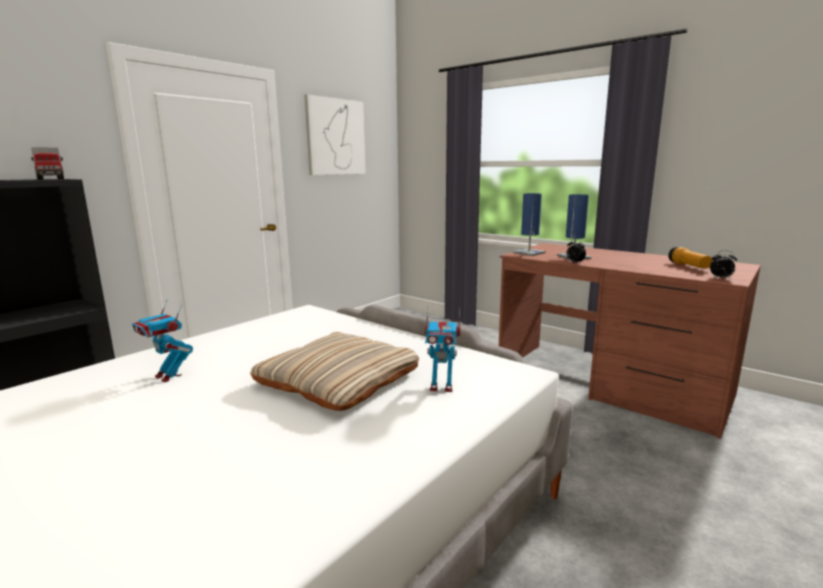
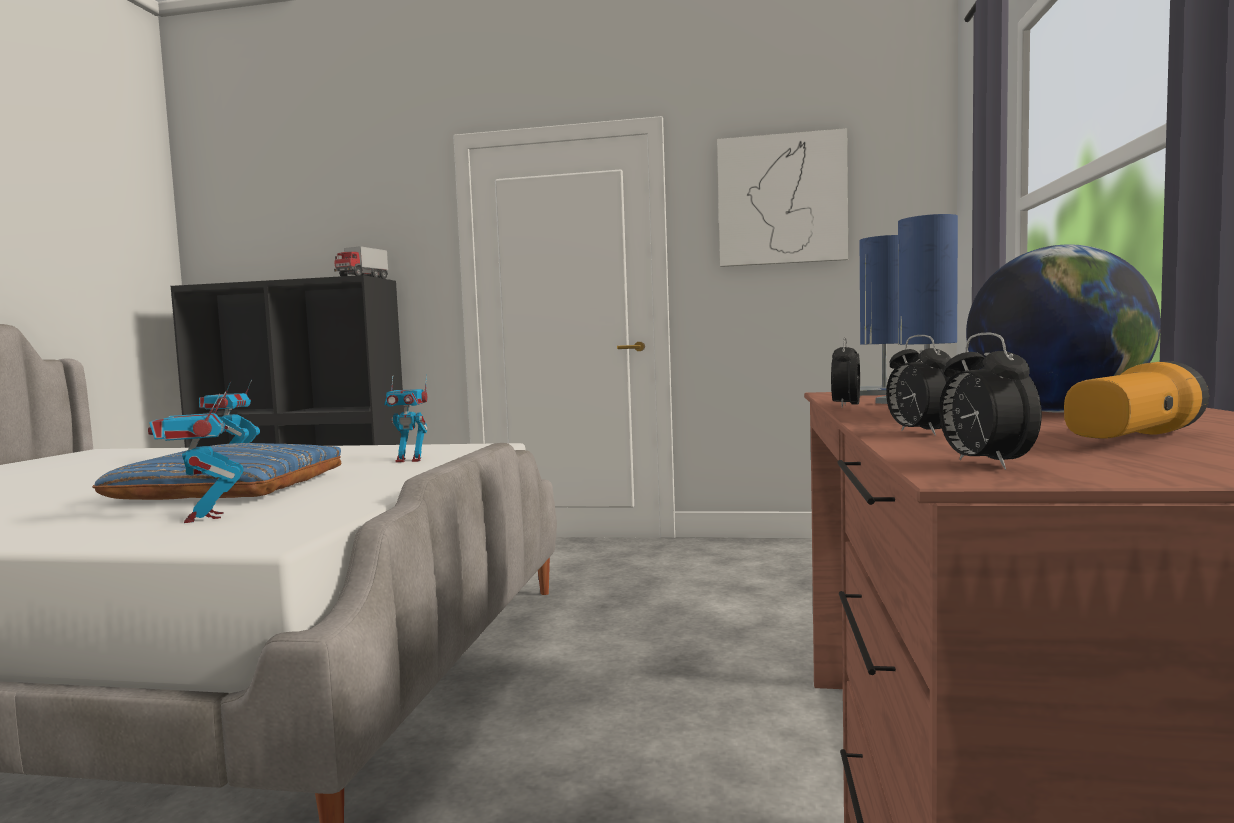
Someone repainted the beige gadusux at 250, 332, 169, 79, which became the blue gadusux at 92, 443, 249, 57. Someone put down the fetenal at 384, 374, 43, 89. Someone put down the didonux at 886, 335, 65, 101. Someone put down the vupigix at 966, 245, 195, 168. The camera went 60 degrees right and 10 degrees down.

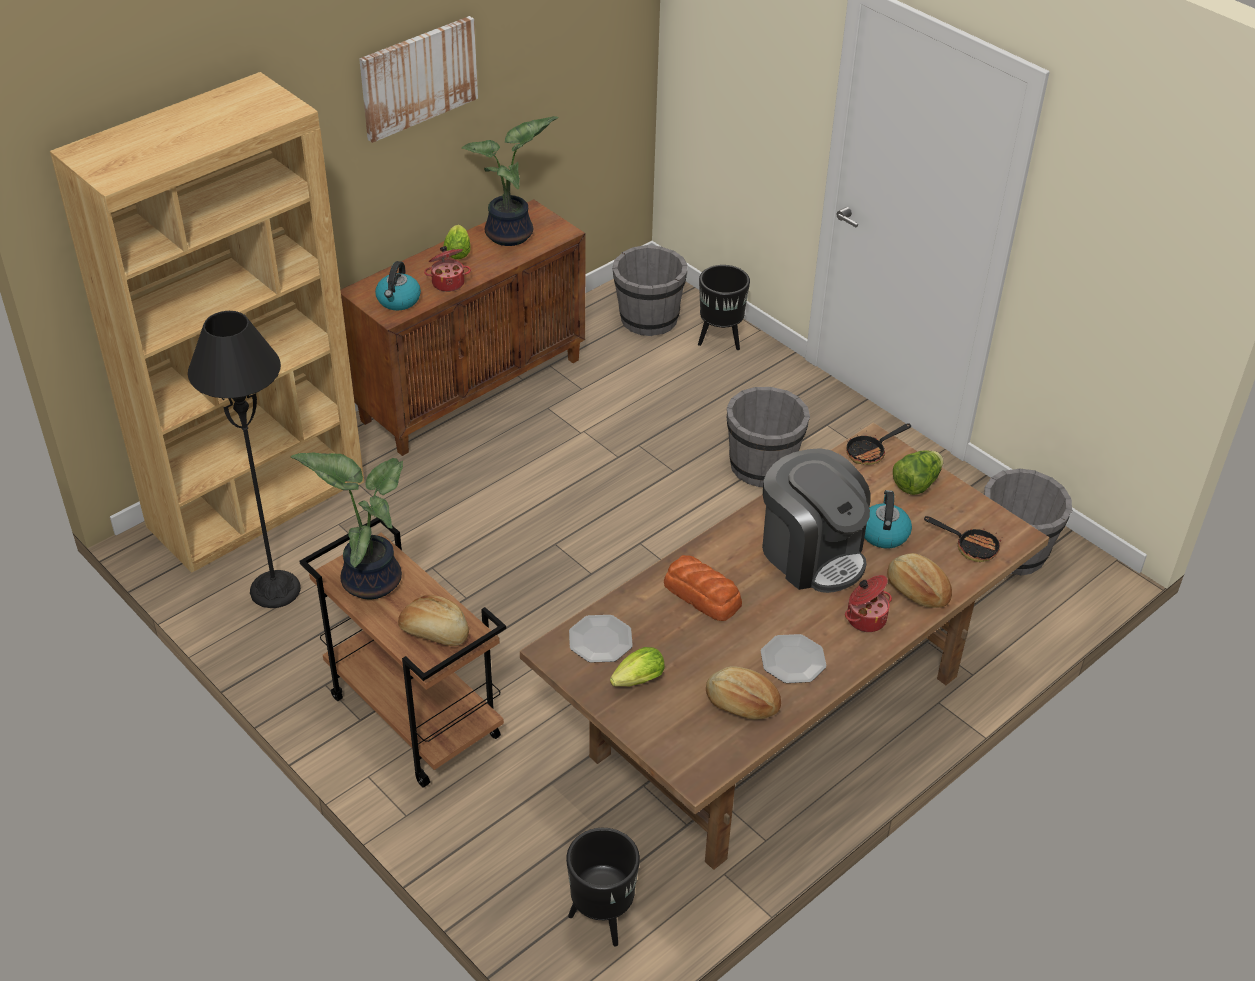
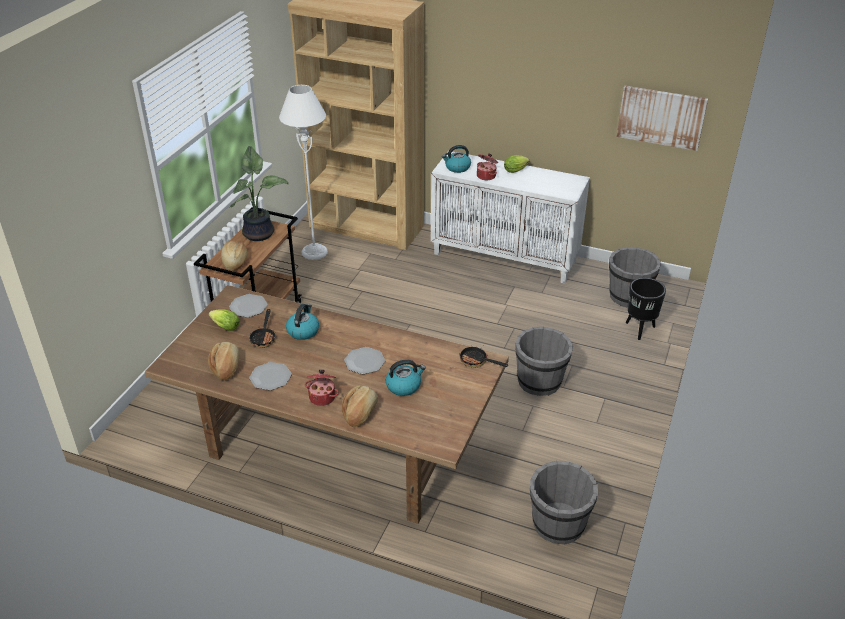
Someone repainted the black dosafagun at 188, 311, 113, 297, which became the white dosafagun at 279, 85, 49, 175. Someone repainted the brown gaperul at 341, 199, 244, 257, which became the white gaperul at 431, 151, 159, 133. Someone carried the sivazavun from 359, 16, 119, 127 to 617, 86, 91, 65. Someone took away the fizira at 462, 116, 97, 130. Someone took away the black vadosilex at 566, 828, 74, 119. Someone swapped the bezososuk at 664, 555, 78, 66 for the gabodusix at 286, 304, 33, 36. Someone swapped the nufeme at 762, 448, 109, 145 for the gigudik at 344, 347, 41, 27. Someone took away the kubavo at 893, 450, 50, 45. Someone carried the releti from 924, 516, 77, 46 to 249, 309, 27, 39. The camera went 65 degrees right and 5 degrees down.

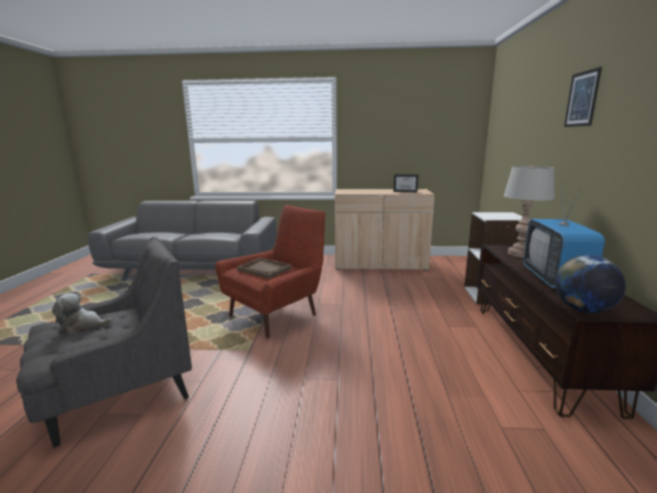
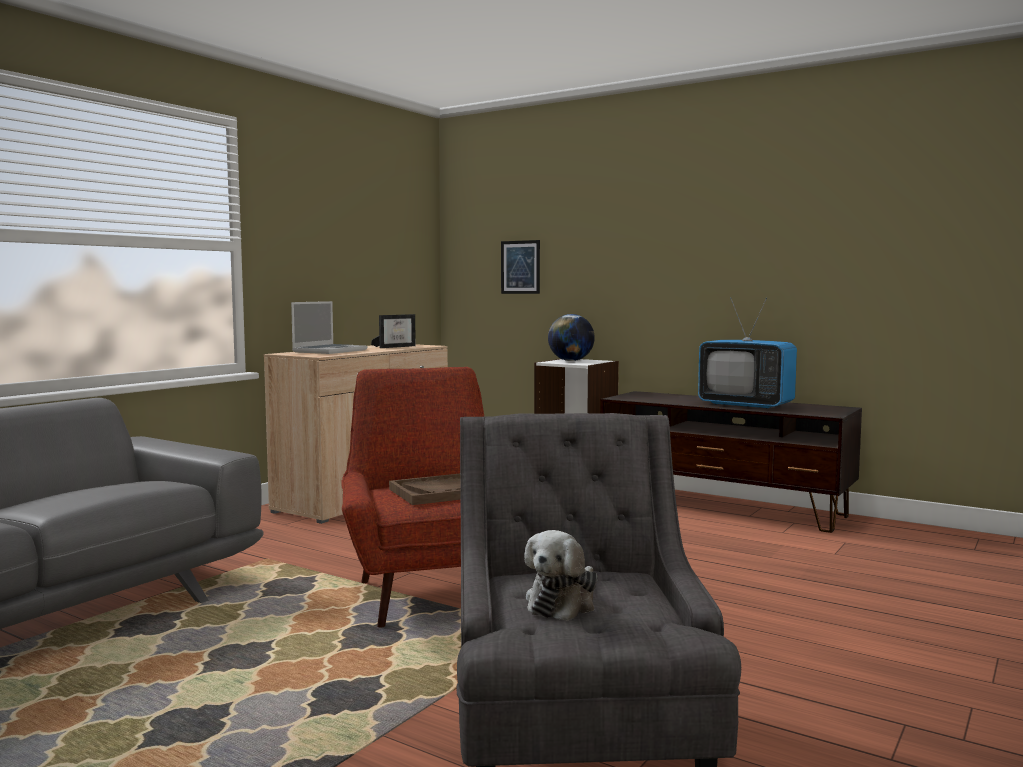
Someone took away the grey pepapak at 504, 166, 51, 92. Someone carried the vupigix from 555, 255, 71, 58 to 548, 314, 47, 47. Someone carried the sivazavun from 564, 67, 38, 60 to 501, 240, 39, 54. Someone put down the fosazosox at 291, 301, 76, 53. The camera went 60 degrees left and 10 degrees down.

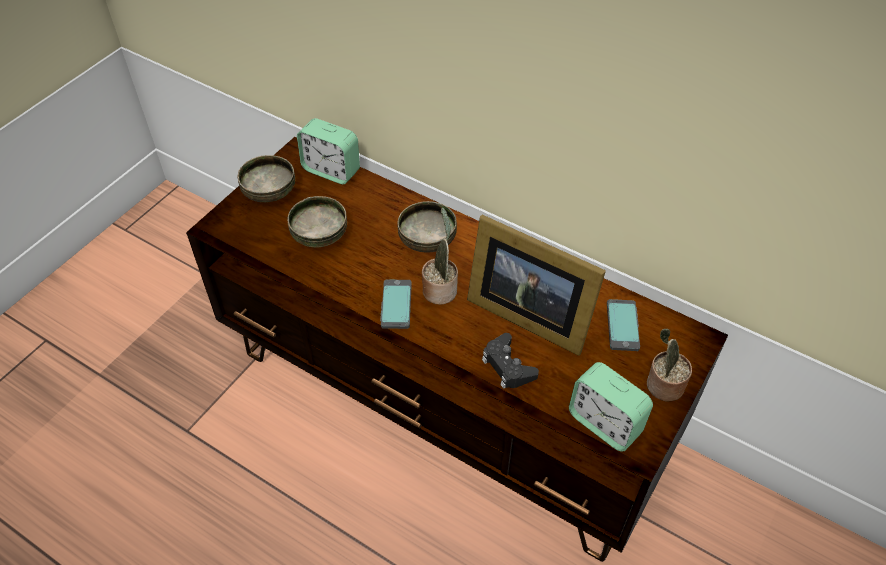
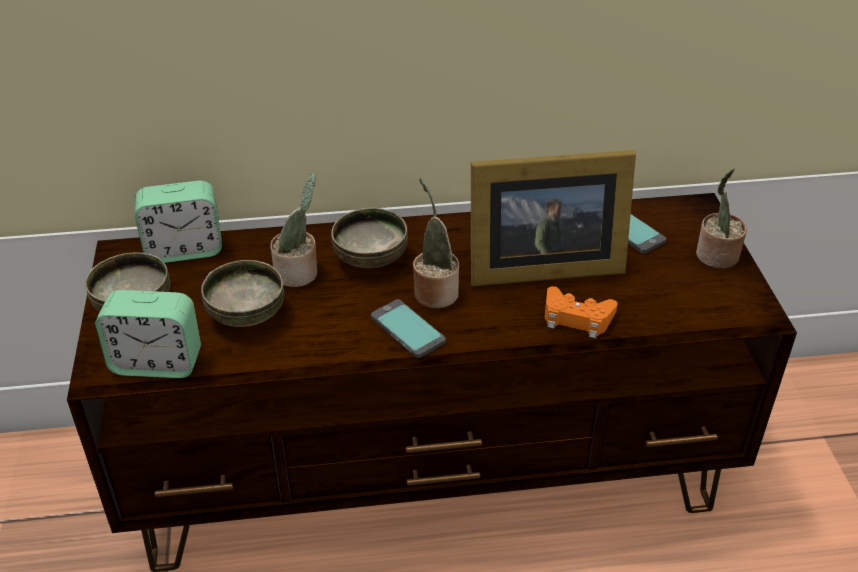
Someone repainted the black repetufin at 482, 333, 57, 56, which became the orange repetufin at 545, 286, 72, 52. Someone carried the didonux from 569, 362, 84, 90 to 95, 290, 106, 88. Someone put down the fizira at 270, 172, 47, 115. The camera went 40 degrees left and 10 degrees down.

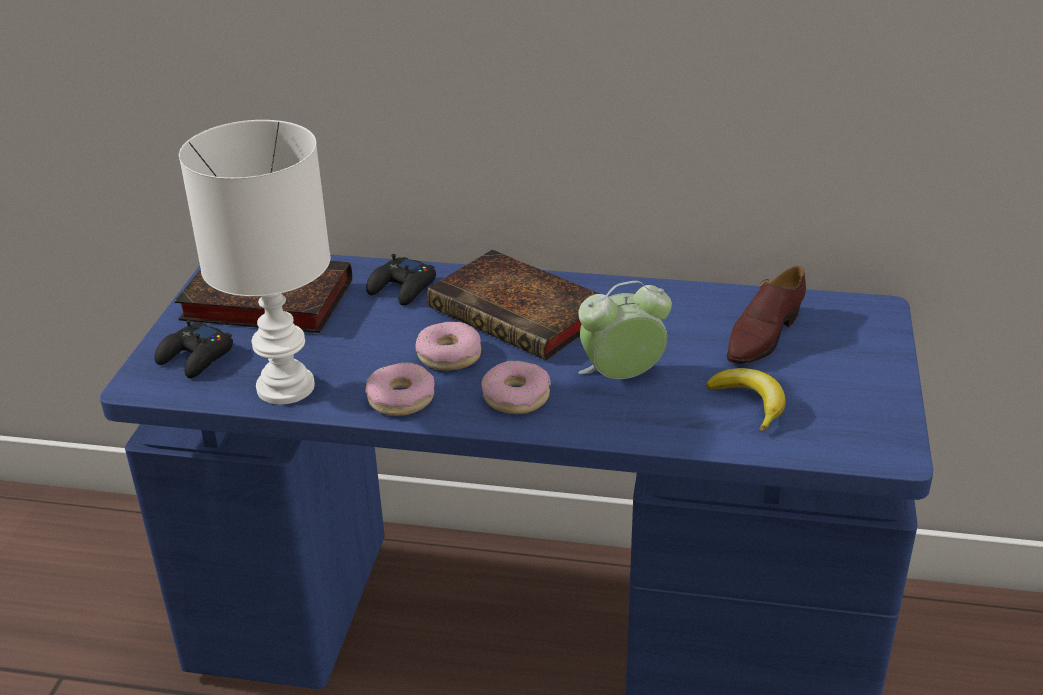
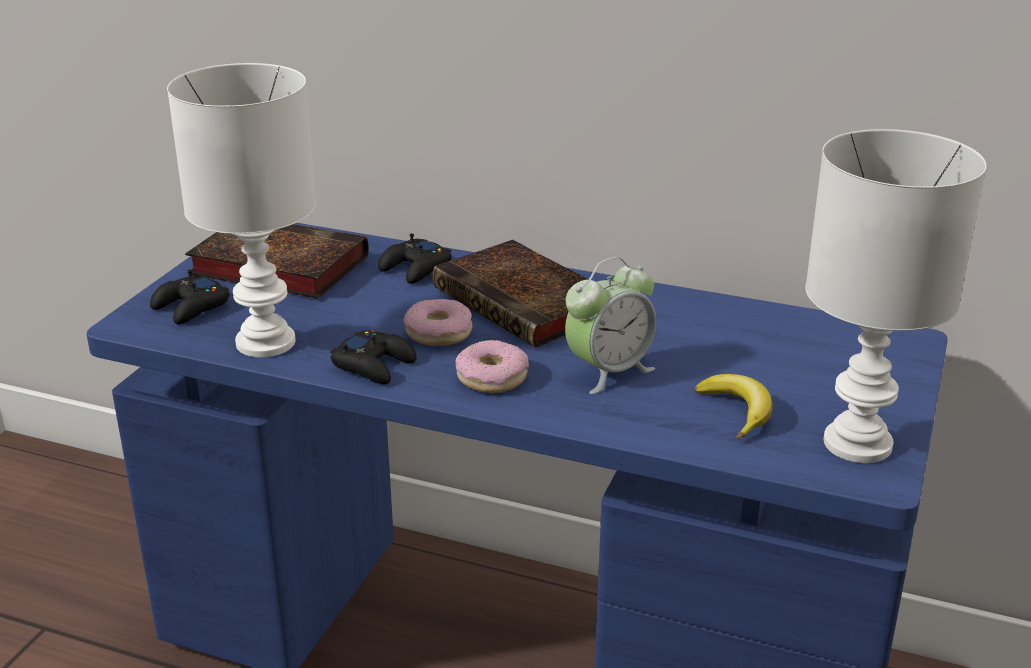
Someone swapped the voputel at 365, 362, 70, 53 for the black repetufin at 330, 330, 87, 54. Someone rotated the didonux at 578, 281, 94, 98 by 150 degrees clockwise. Someone took away the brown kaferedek at 727, 266, 79, 98. Someone put down the white pepapak at 805, 129, 182, 334. The camera went 10 degrees right and 5 degrees down.

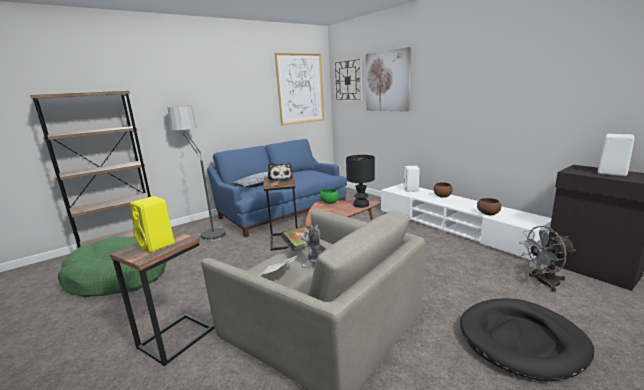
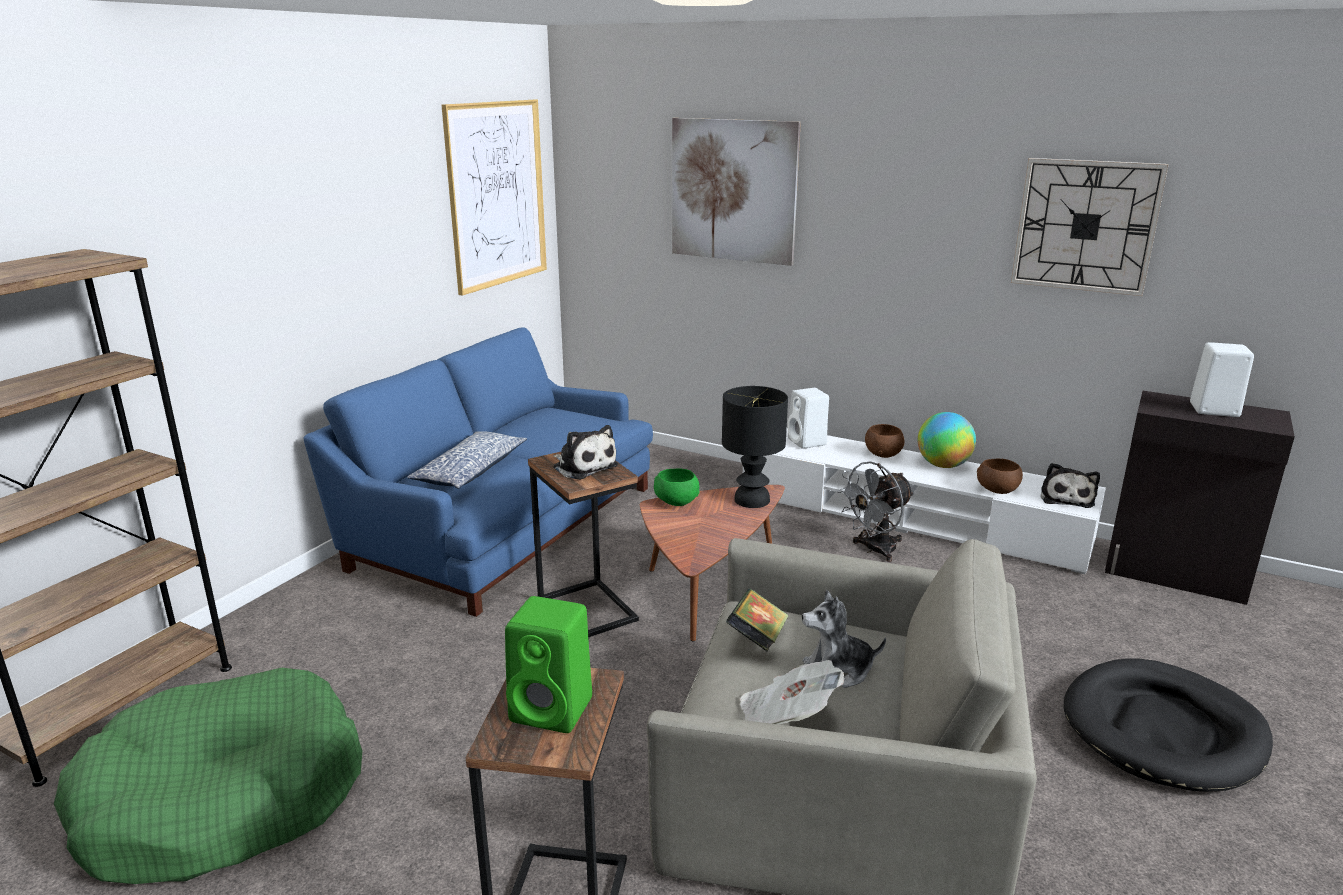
Someone repainted the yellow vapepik at 130, 196, 45, 57, which became the green vapepik at 505, 596, 87, 137. Someone took away the dosafagun at 167, 106, 59, 135. Someone carried the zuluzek from 334, 57, 28, 45 to 1011, 158, 158, 138. Someone carried the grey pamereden from 519, 226, 57, 66 to 837, 461, 77, 101. Someone put down the vupigix at 918, 412, 58, 56. Someone put down the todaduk at 1040, 463, 60, 45. The camera went 25 degrees left and 5 degrees up.

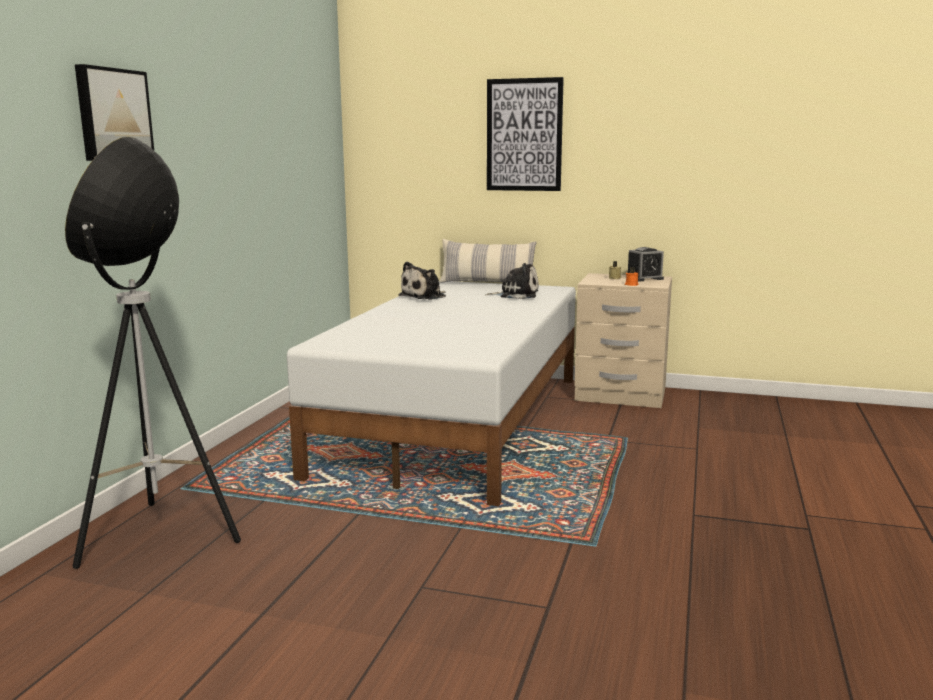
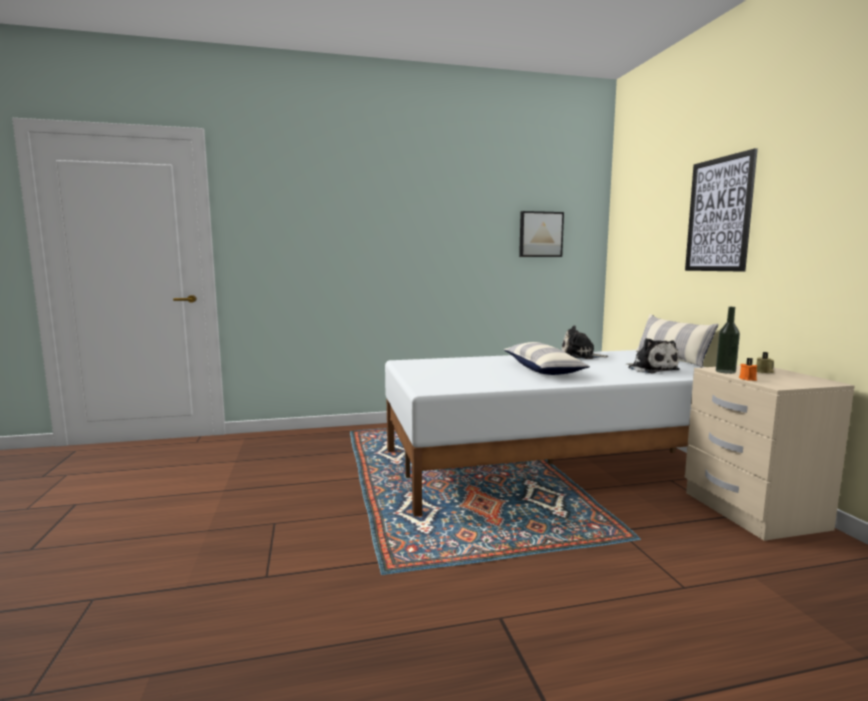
Someone took away the dosafagun at 65, 136, 176, 433. Someone carried the sivazavun from 75, 64, 79, 97 to 519, 211, 45, 46. Someone took away the didonux at 628, 247, 36, 35. Someone put down the gadusux at 504, 342, 86, 33. Someone put down the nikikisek at 716, 307, 24, 67. The camera went 60 degrees right and 5 degrees down.

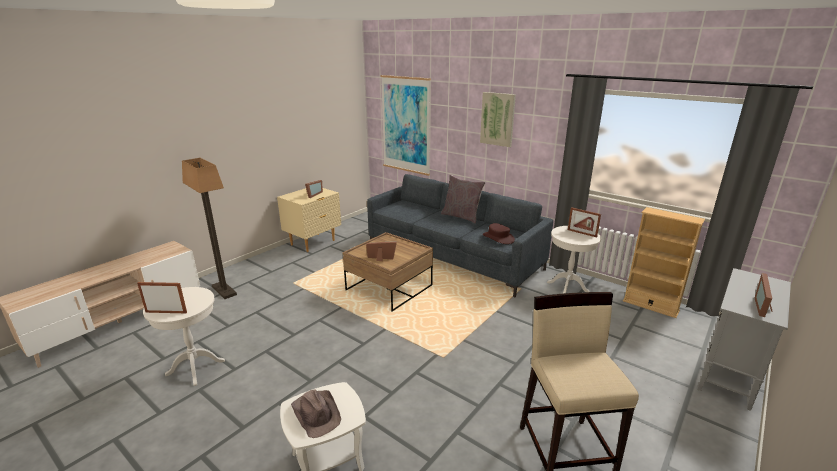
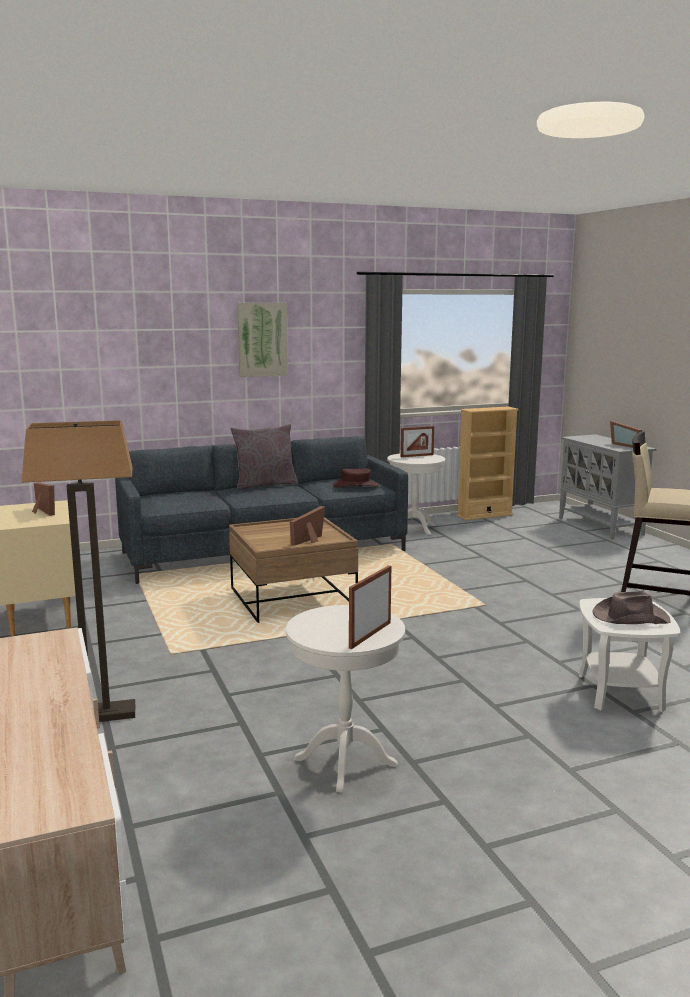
Someone took away the sivazavun at 380, 75, 51, 101. The camera went 60 degrees left and 10 degrees down.

